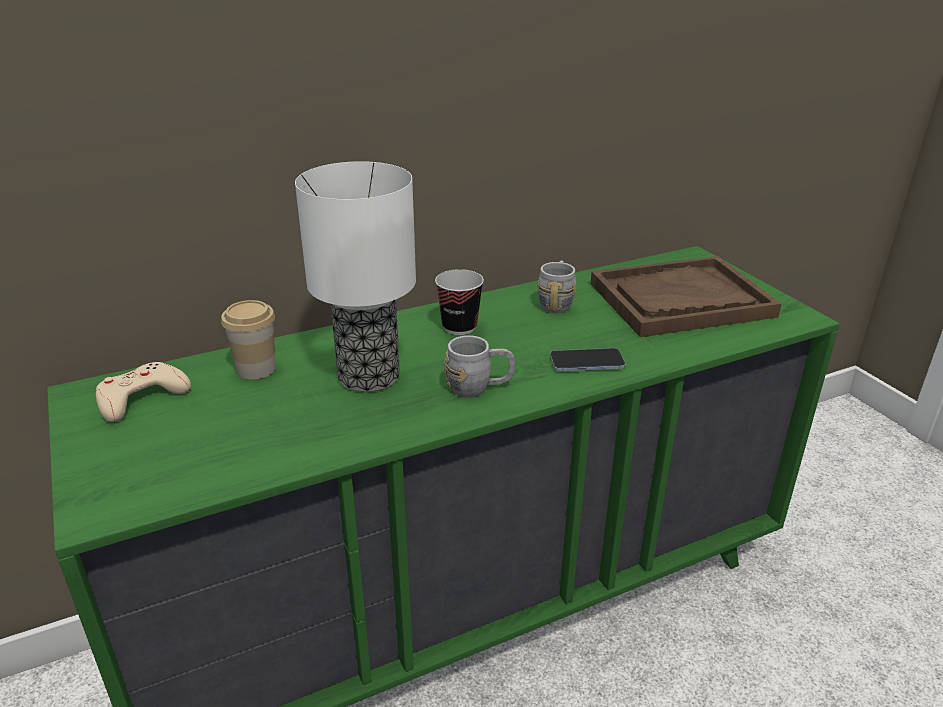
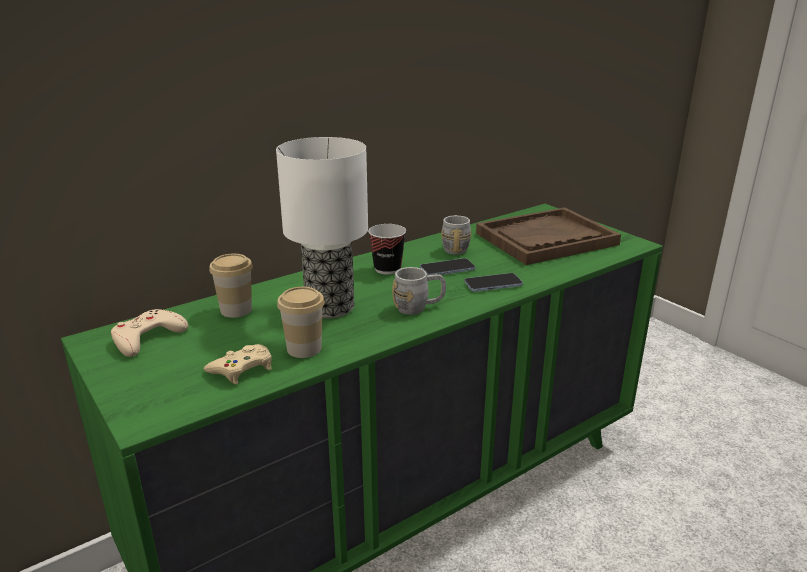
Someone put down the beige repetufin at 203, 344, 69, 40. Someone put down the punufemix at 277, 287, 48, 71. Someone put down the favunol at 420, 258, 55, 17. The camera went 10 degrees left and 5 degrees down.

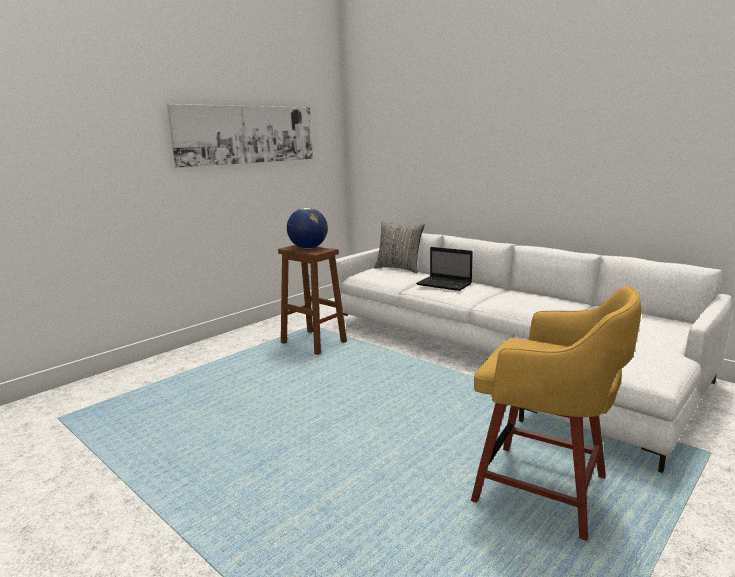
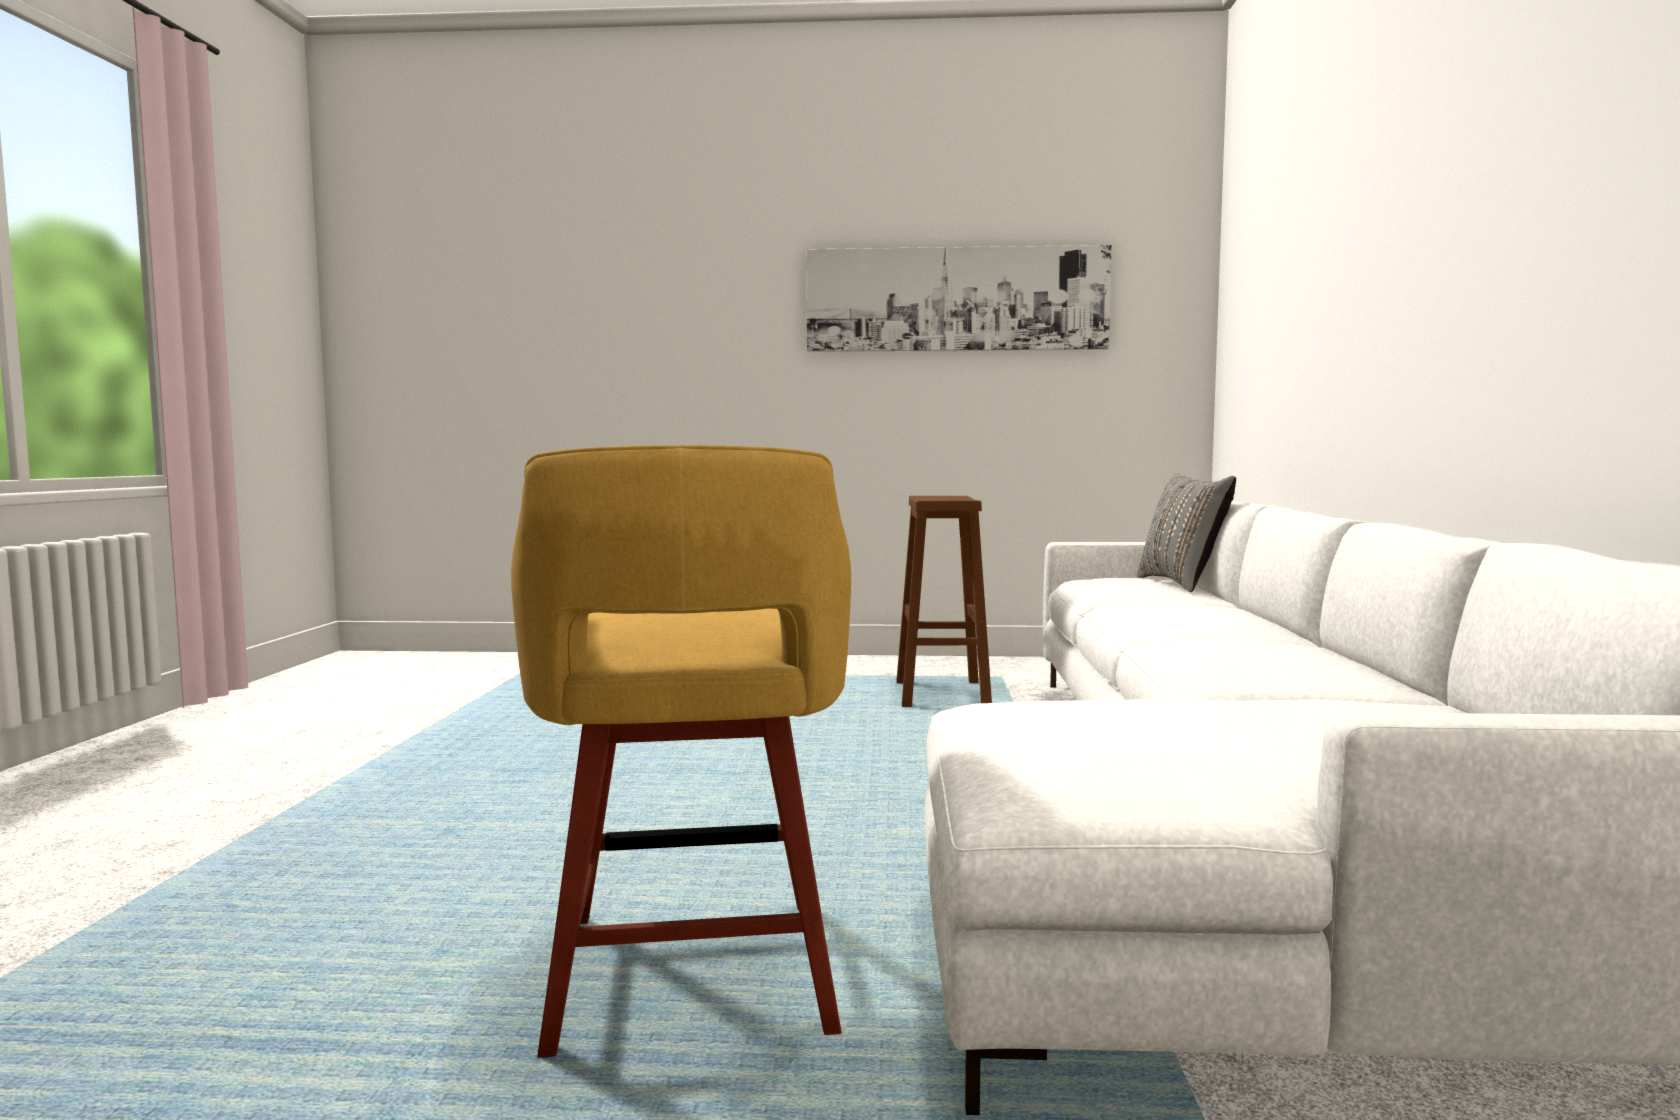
Someone took away the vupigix at 287, 208, 41, 41. Someone took away the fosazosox at 416, 247, 57, 44. The camera went 50 degrees right and 10 degrees down.

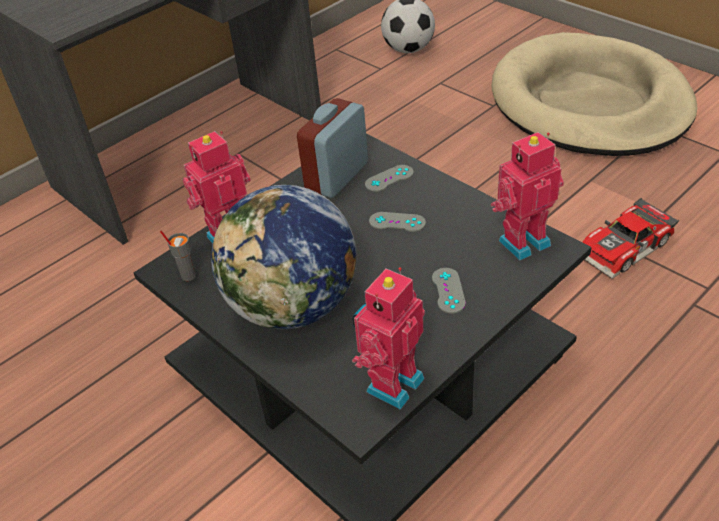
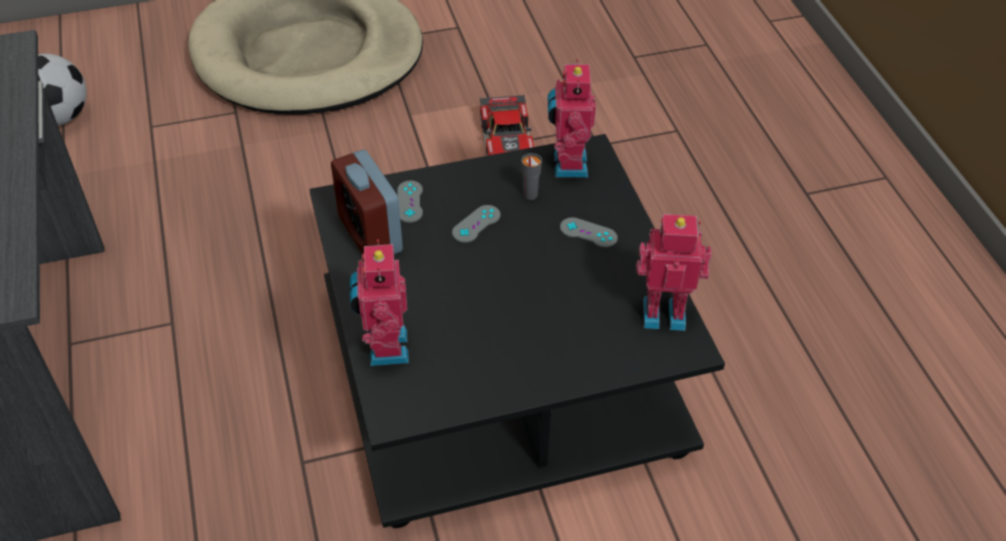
Someone carried the grey punufemix from 160, 230, 36, 51 to 521, 153, 21, 47. Someone took away the vupigix at 211, 185, 145, 144. Someone rotated the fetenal at 352, 267, 73, 143 by 120 degrees clockwise. The camera went 65 degrees left and 5 degrees up.

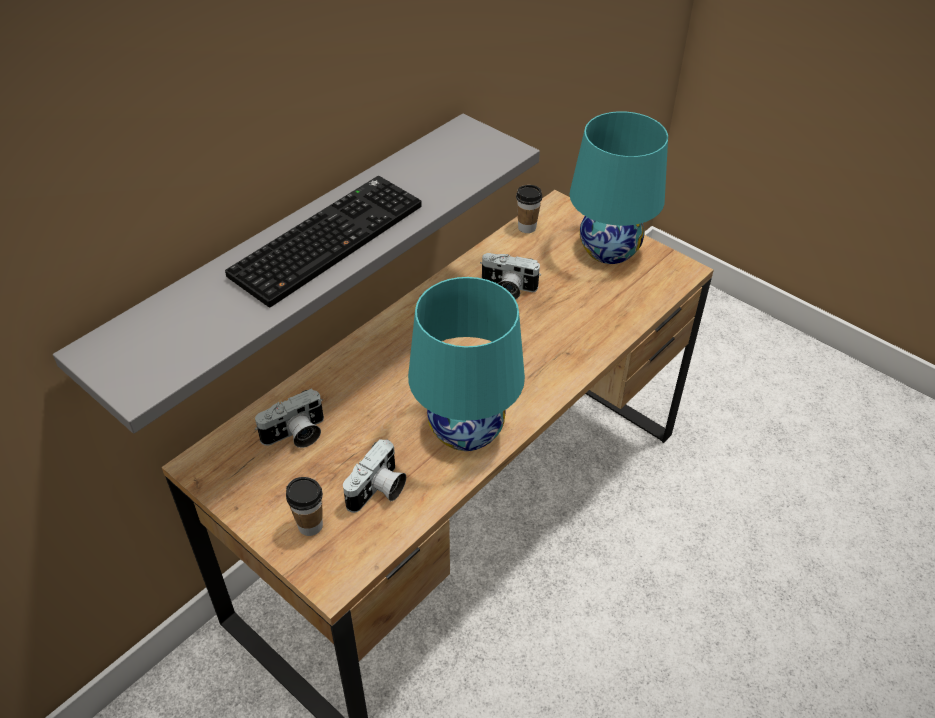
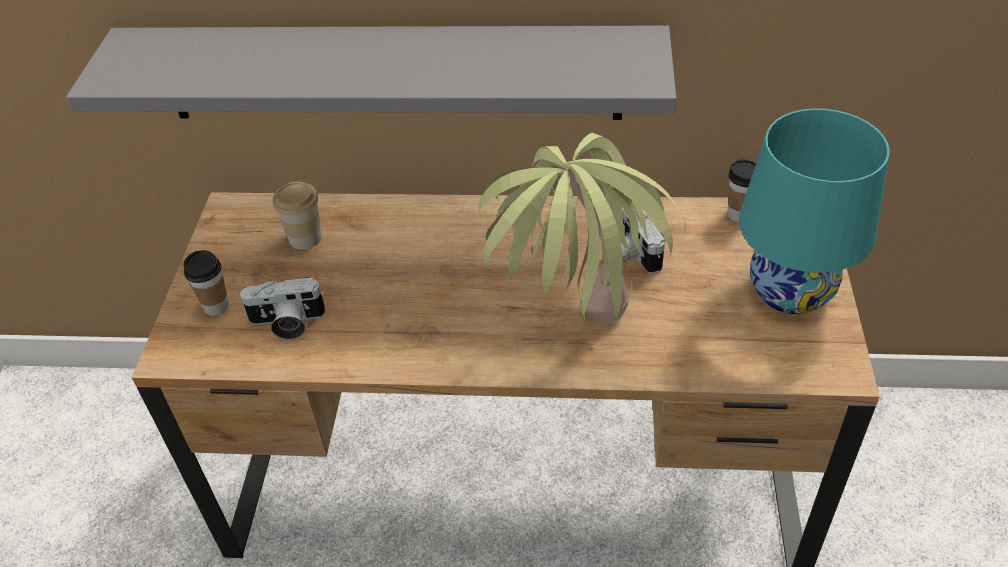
Someone took away the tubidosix at 225, 176, 196, 131. Someone swapped the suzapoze at 255, 388, 69, 60 for the punufemix at 272, 182, 50, 68. Someone took away the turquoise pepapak at 408, 277, 117, 174. Someone put down the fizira at 479, 133, 207, 191. The camera went 55 degrees right and 0 degrees up.

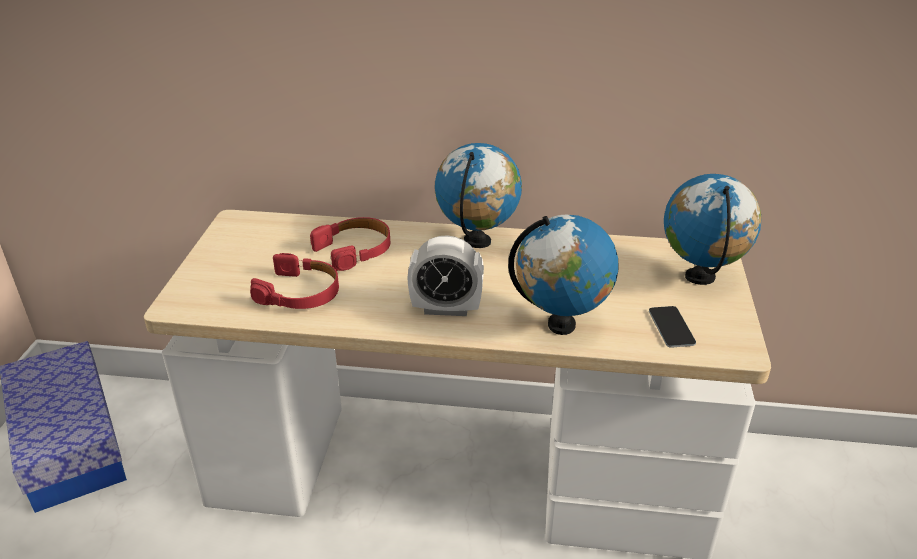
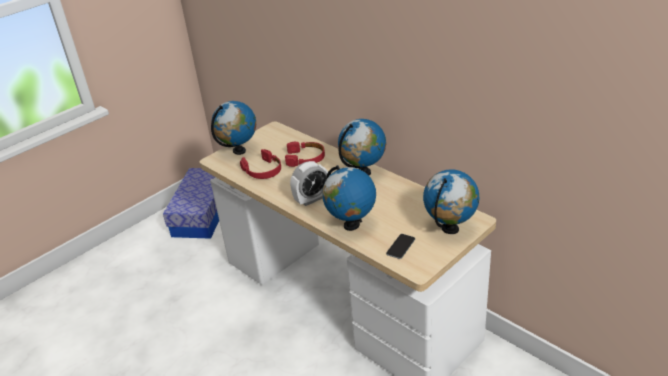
Someone rotated the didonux at 407, 235, 77, 81 by 75 degrees counterclockwise. Someone put down the vupigix at 211, 101, 45, 54. The camera went 40 degrees right and 0 degrees up.

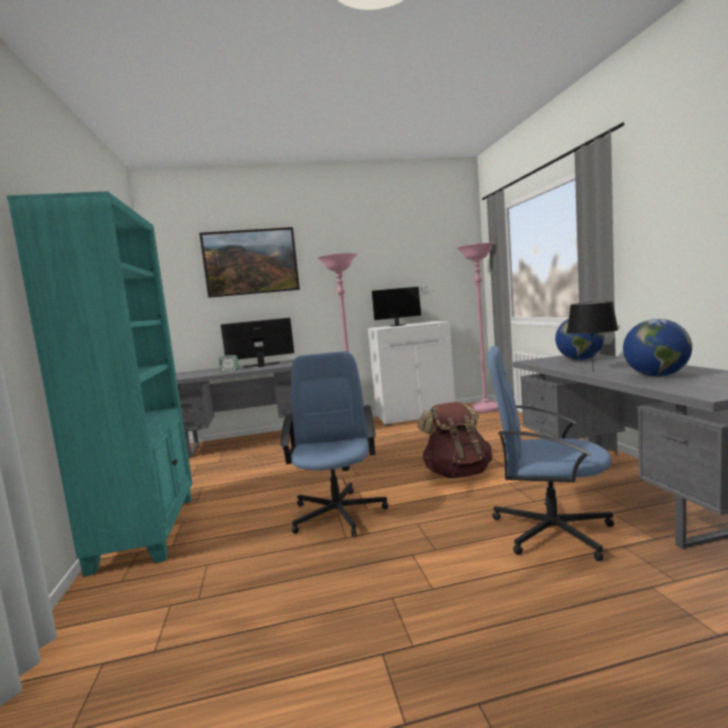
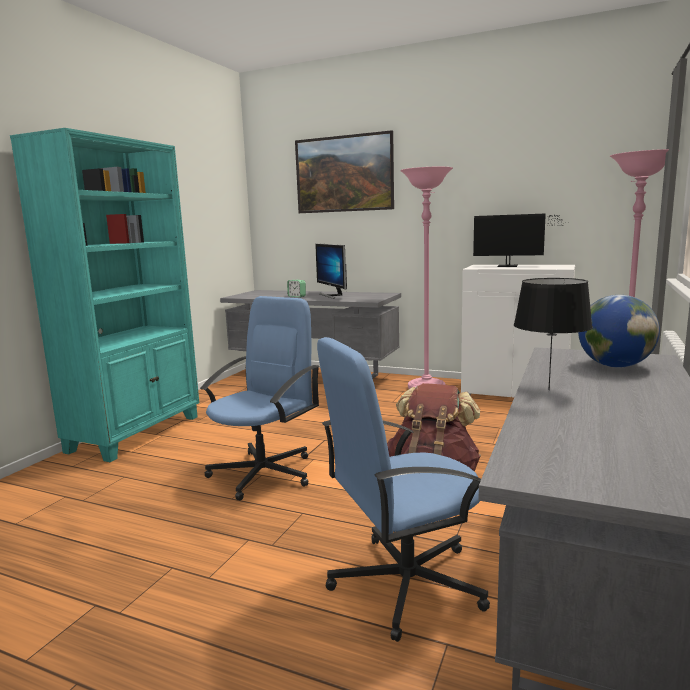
Someone rotated the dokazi at 221, 318, 73, 50 by 135 degrees counterclockwise. Someone rotated the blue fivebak at 487, 346, 127, 215 by 75 degrees counterclockwise. Someone took away the vupigix at 623, 319, 69, 58. The camera went 35 degrees right and 5 degrees up.

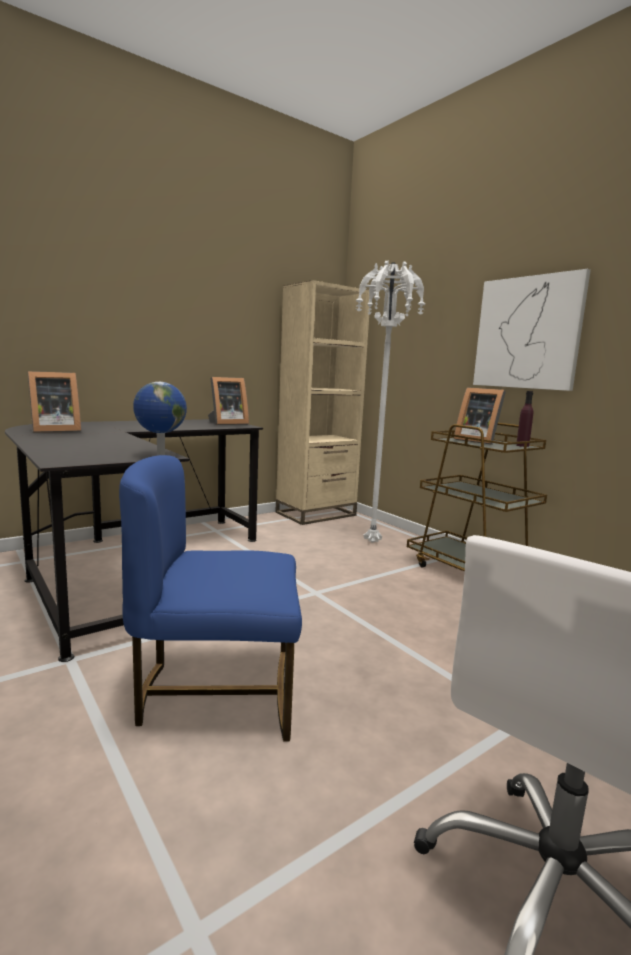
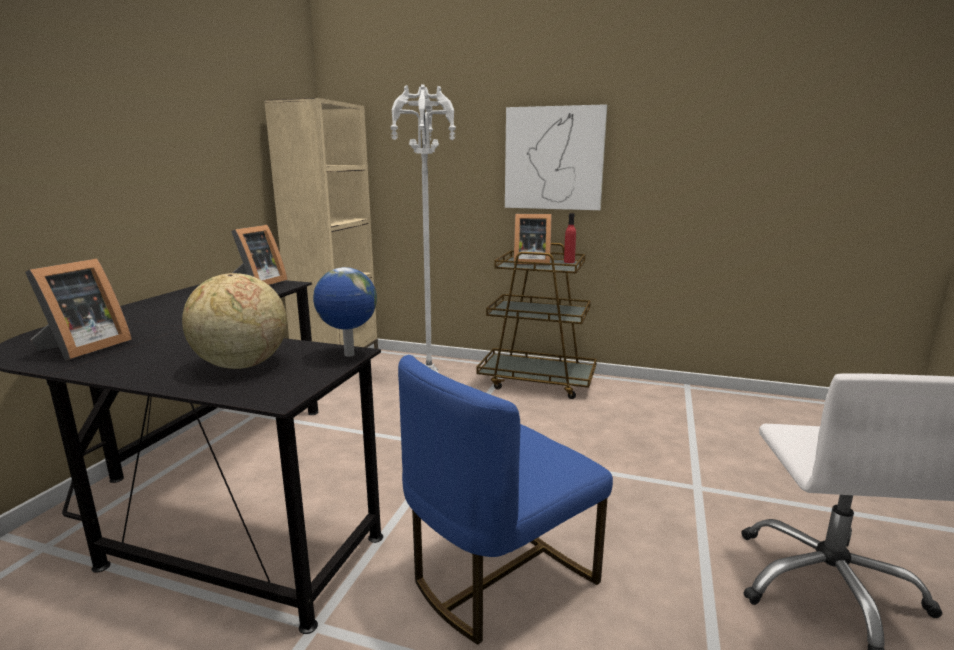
Someone repainted the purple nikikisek at 516, 391, 17, 56, which became the red nikikisek at 564, 213, 12, 50. Someone put down the vupigix at 182, 273, 105, 96. The camera went 35 degrees left and 5 degrees up.

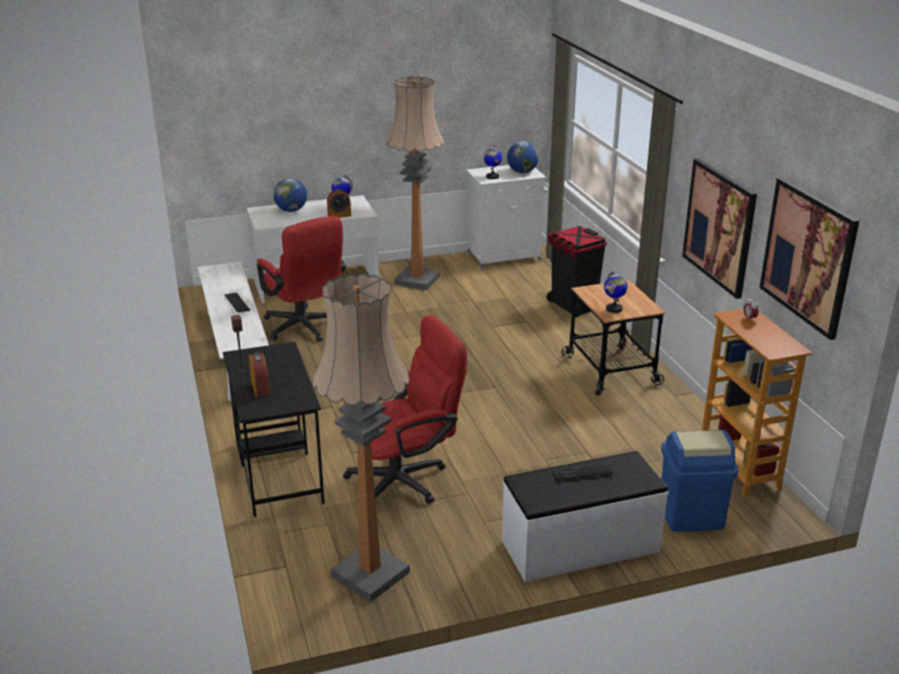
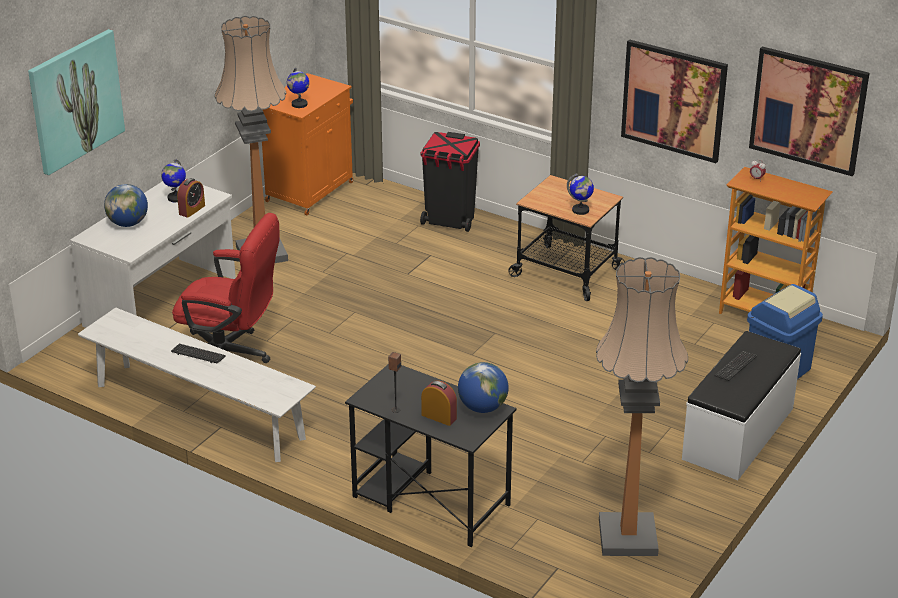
Someone took away the red fivebak at 343, 315, 124, 189. Someone repainted the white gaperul at 466, 165, 82, 105, which became the orange gaperul at 262, 73, 91, 142. Someone carried the vupigix from 507, 141, 32, 32 to 458, 362, 51, 51. Someone put up the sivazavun at 28, 29, 97, 146. The camera went 40 degrees left and 5 degrees up.

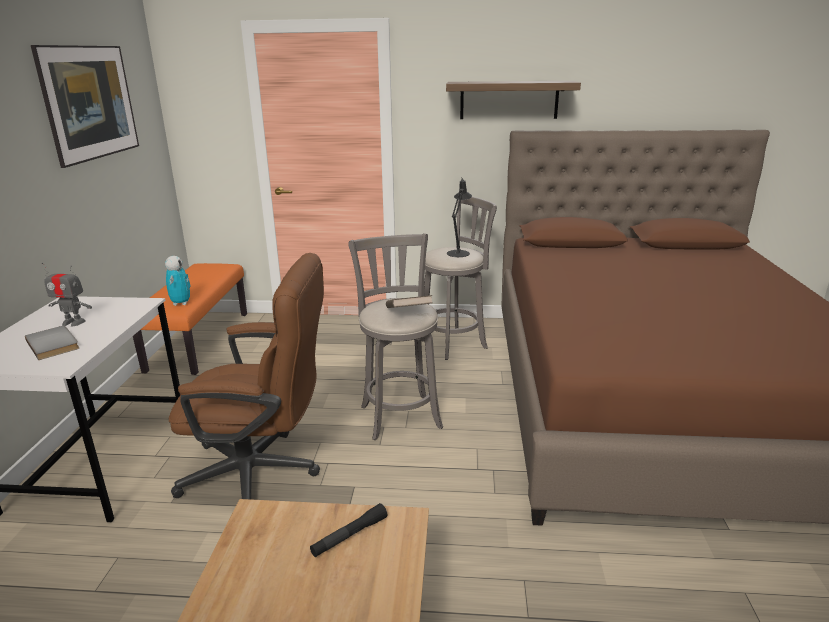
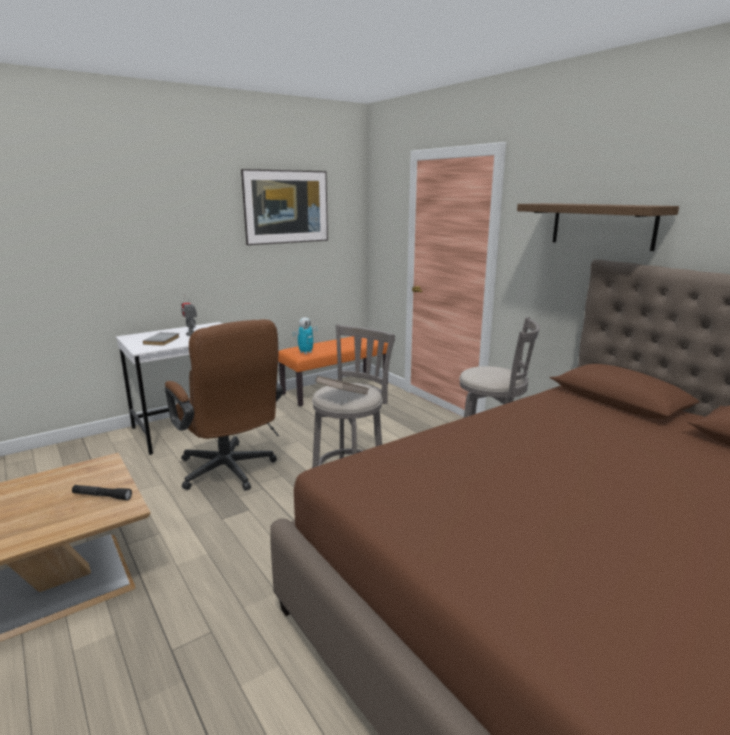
Someone took away the black pepapak at 447, 177, 25, 80. The camera went 50 degrees right and 5 degrees down.

